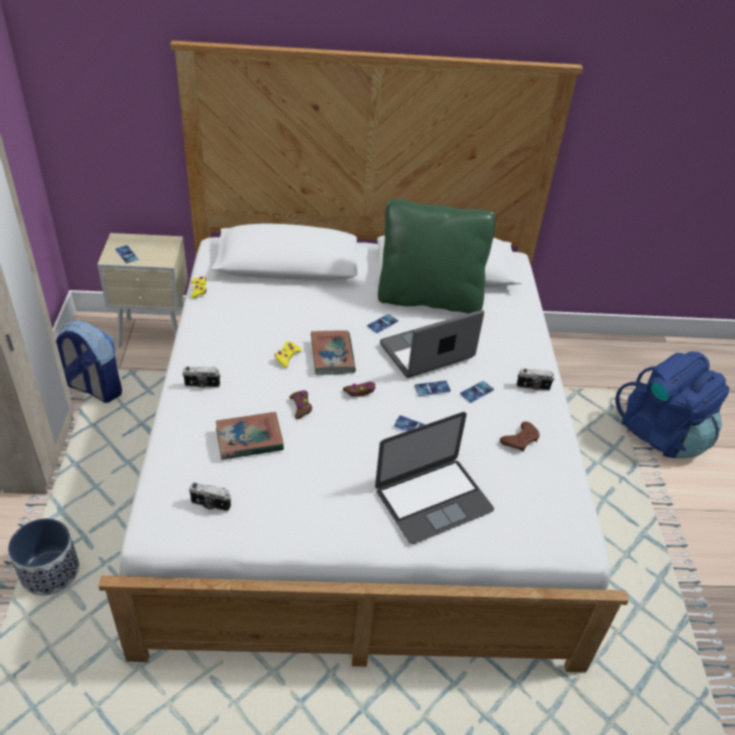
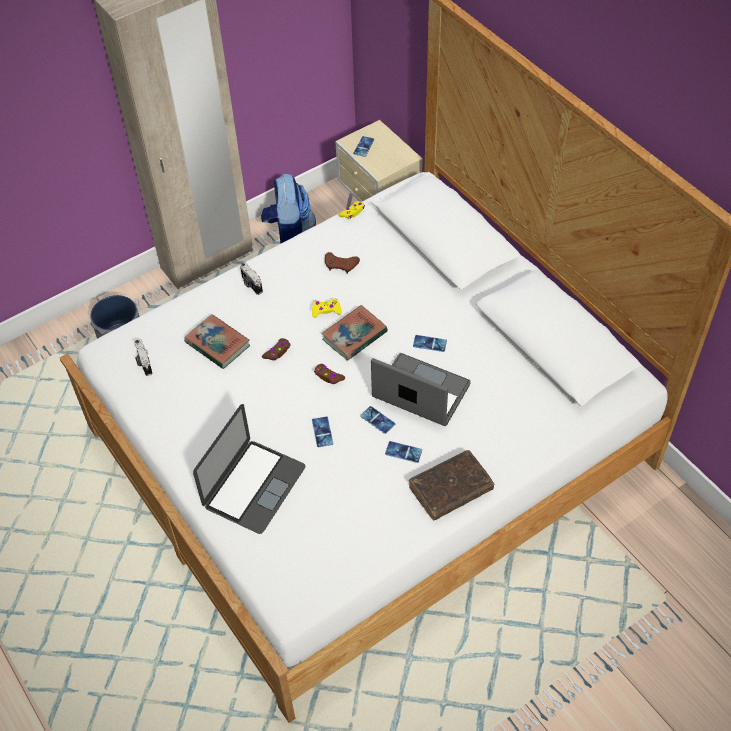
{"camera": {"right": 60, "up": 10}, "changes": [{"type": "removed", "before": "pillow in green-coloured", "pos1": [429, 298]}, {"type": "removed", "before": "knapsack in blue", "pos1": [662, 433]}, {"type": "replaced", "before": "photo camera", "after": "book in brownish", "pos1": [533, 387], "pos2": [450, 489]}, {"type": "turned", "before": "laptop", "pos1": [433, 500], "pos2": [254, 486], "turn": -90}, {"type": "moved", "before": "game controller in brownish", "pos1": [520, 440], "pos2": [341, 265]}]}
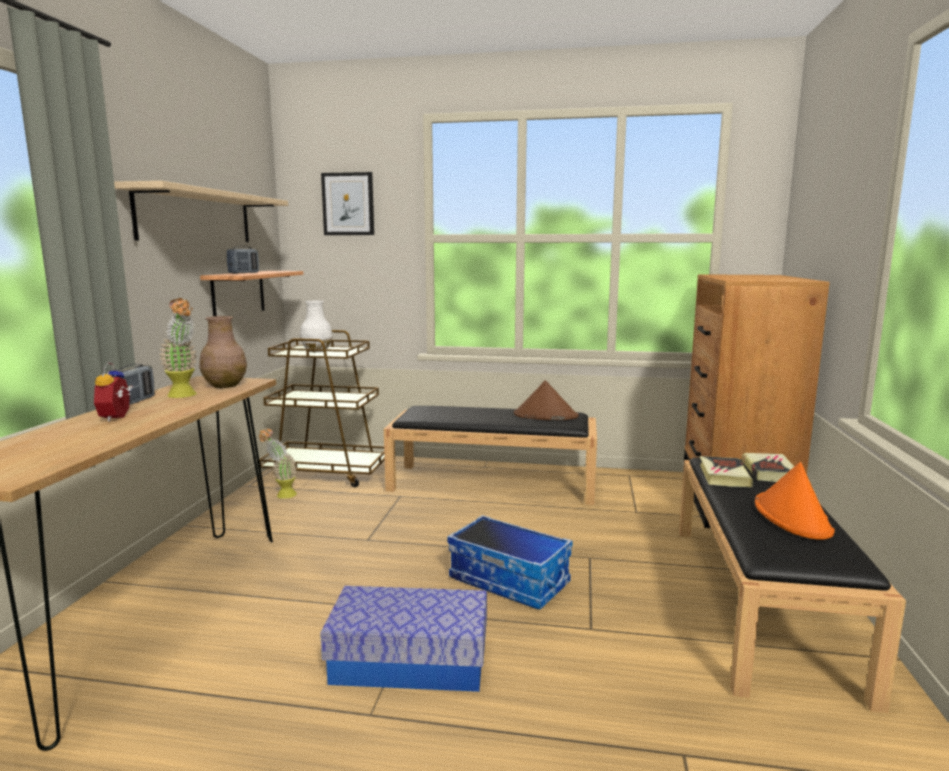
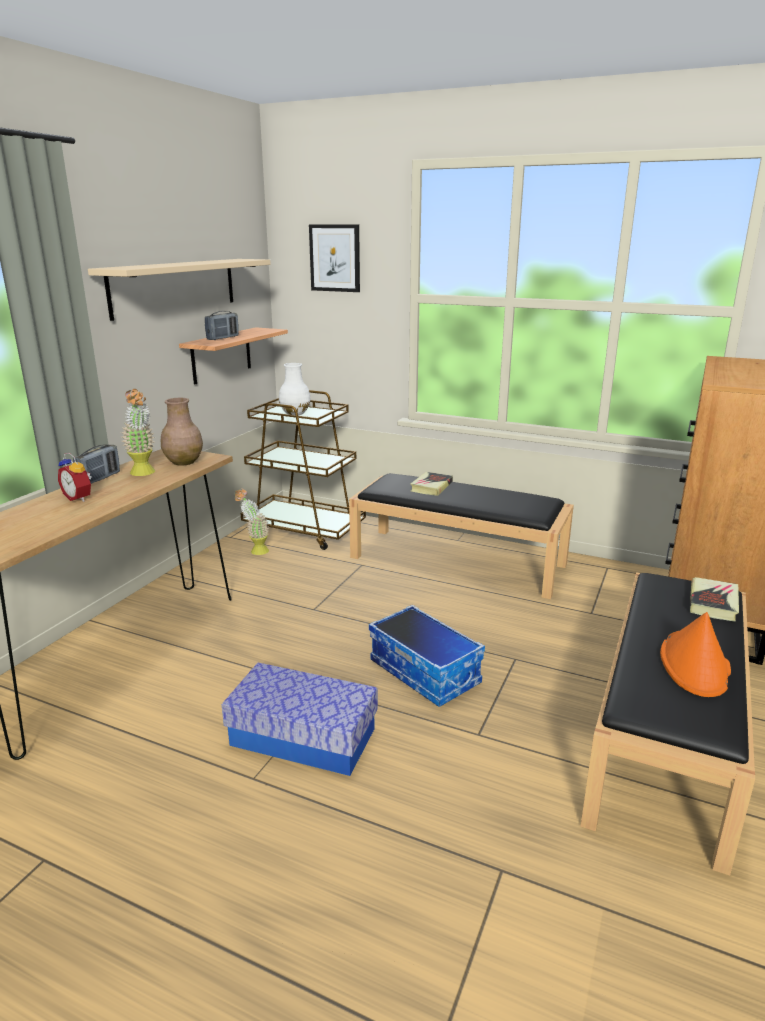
{"camera": {"right": 15, "up": 10}, "changes": [{"type": "turned", "before": "alarm clock", "pos1": [118, 417], "pos2": [79, 498], "turn": -60}, {"type": "removed", "before": "hat in brownish", "pos1": [545, 415]}, {"type": "moved", "before": "book", "pos1": [723, 476], "pos2": [431, 487]}]}
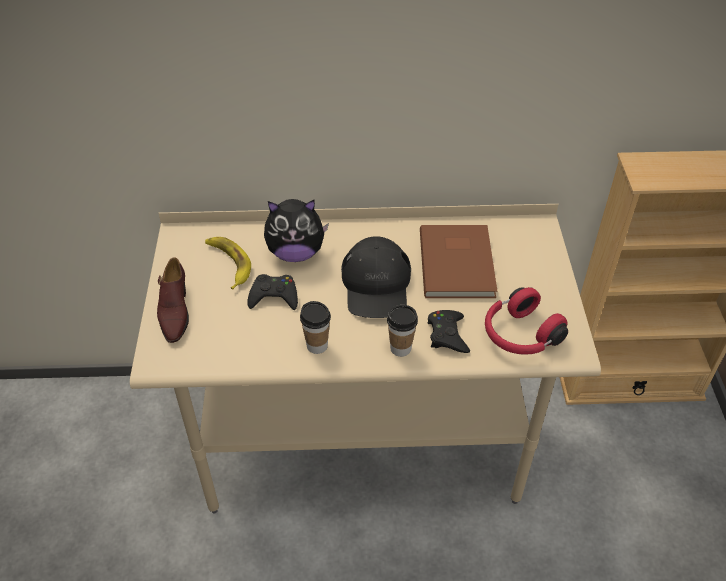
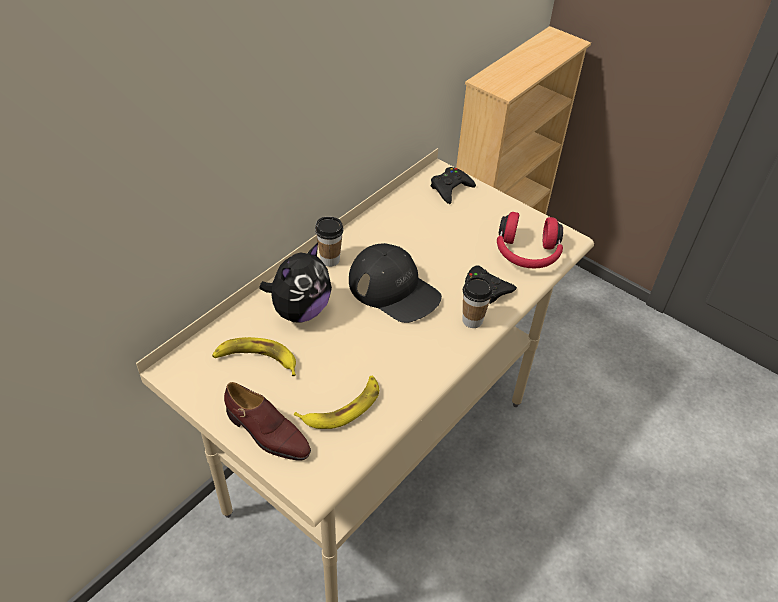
{"camera": {"right": -50, "up": 0}, "changes": [{"type": "removed", "before": "book in brownish", "pos1": [459, 262]}, {"type": "moved", "before": "game controller in black", "pos1": [274, 296], "pos2": [450, 188]}, {"type": "moved", "before": "drinking cup", "pos1": [317, 345], "pos2": [330, 260]}, {"type": "added", "after": "banana", "pos2": [342, 407]}]}
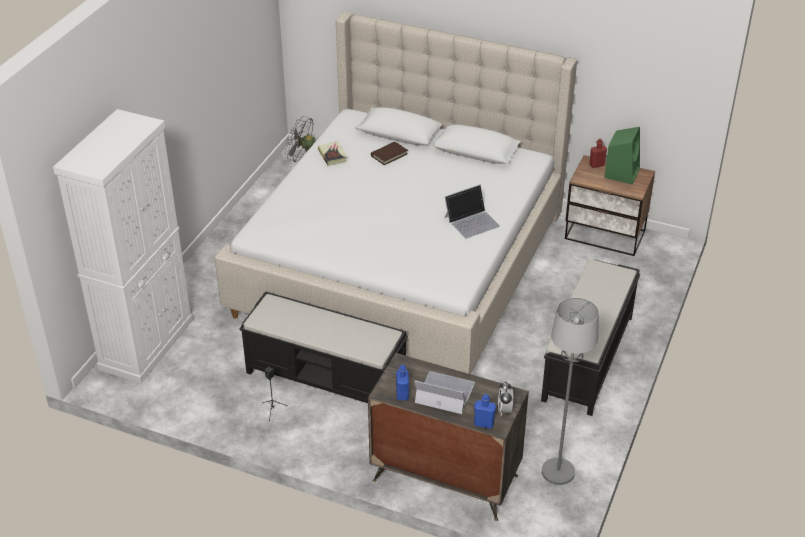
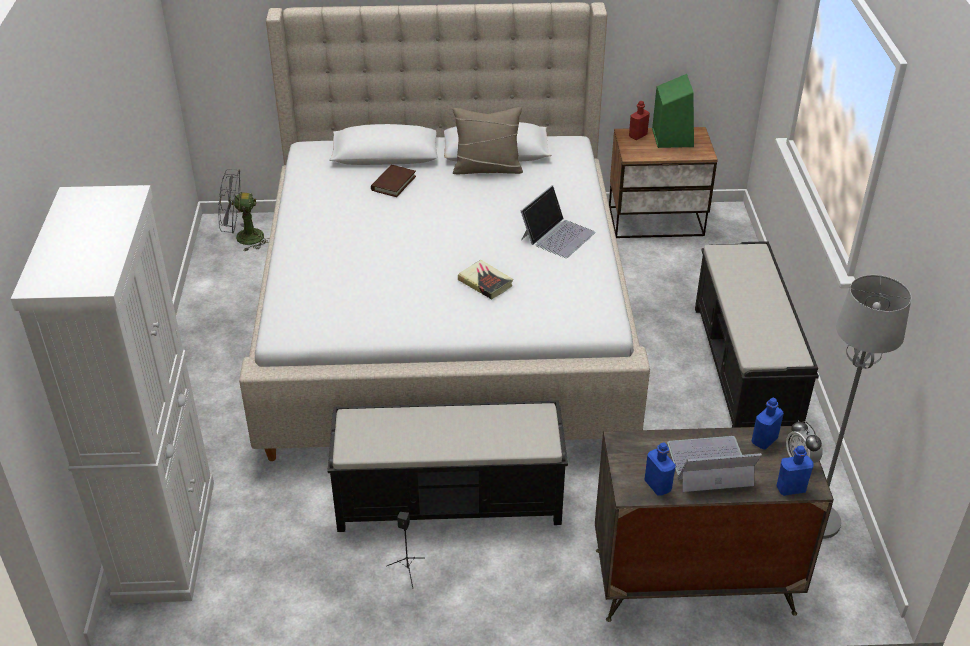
{"camera": {"right": -25, "up": 0}, "changes": [{"type": "moved", "before": "book", "pos1": [332, 155], "pos2": [485, 283]}, {"type": "added", "after": "pillow in sand-coloured", "pos2": [487, 168]}, {"type": "added", "after": "bottle in blue", "pos2": [764, 440]}]}
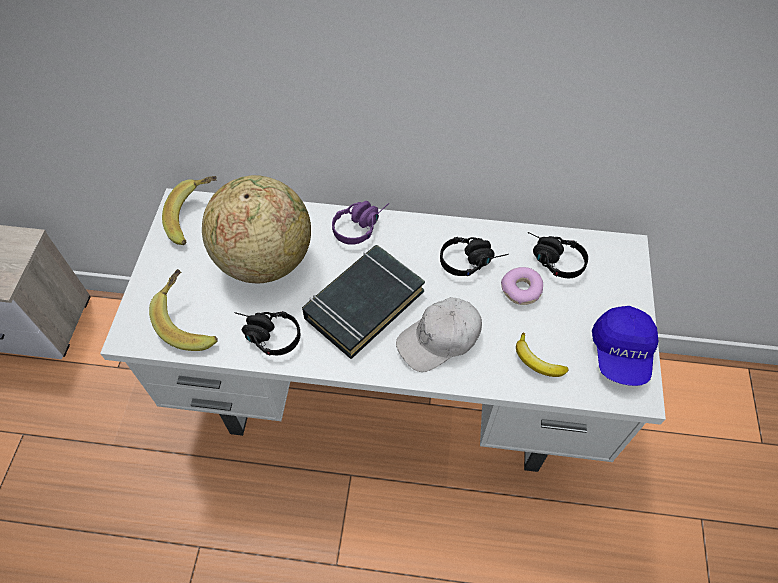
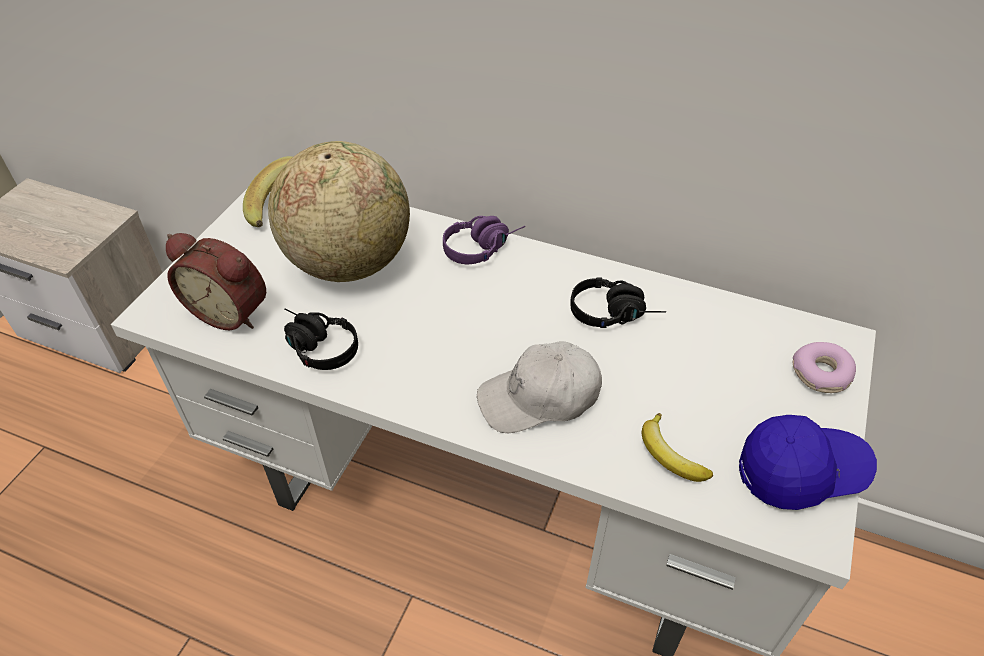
{"camera": {"right": 15, "up": -10}, "changes": [{"type": "removed", "before": "headphones in black", "pos1": [551, 259]}, {"type": "removed", "before": "book in black", "pos1": [363, 304]}, {"type": "moved", "before": "doughnut", "pos1": [521, 290], "pos2": [821, 374]}, {"type": "replaced", "before": "banana", "after": "alarm clock", "pos1": [190, 321], "pos2": [231, 311]}, {"type": "turned", "before": "cap in blue", "pos1": [621, 353], "pos2": [800, 472], "turn": -120}]}
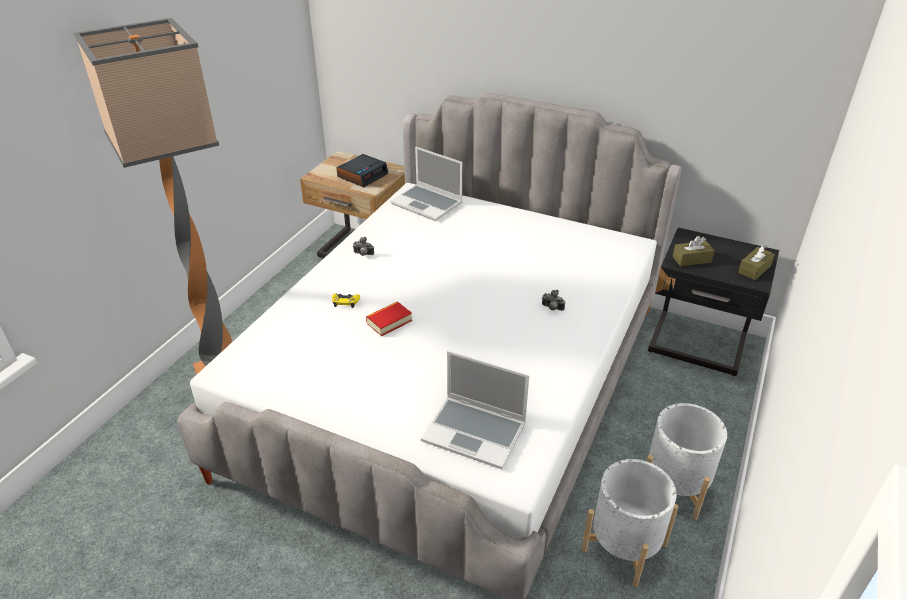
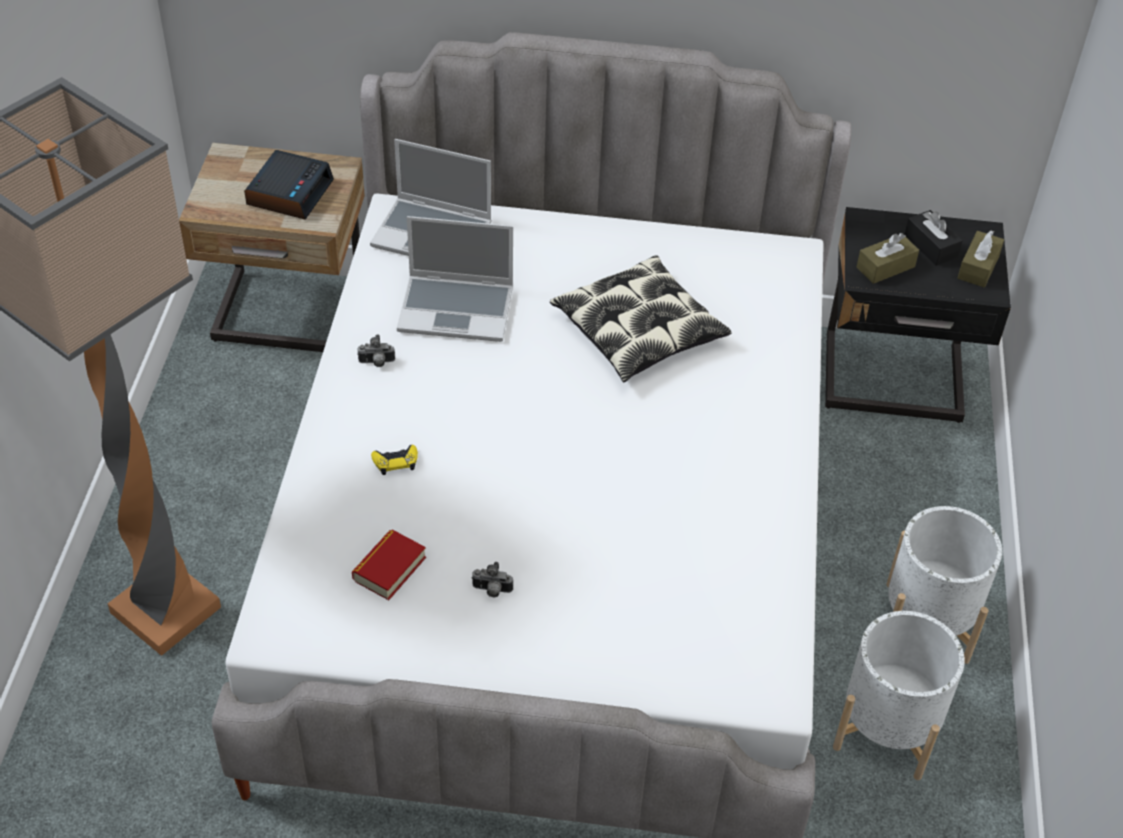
{"camera": {"right": -20, "up": 10}, "changes": [{"type": "moved", "before": "photo camera", "pos1": [552, 308], "pos2": [492, 591]}, {"type": "moved", "before": "book", "pos1": [389, 322], "pos2": [389, 569]}, {"type": "moved", "before": "laptop", "pos1": [476, 432], "pos2": [457, 309]}, {"type": "added", "after": "box of tissues in black", "pos2": [930, 246]}, {"type": "added", "after": "pillow", "pos2": [639, 331]}]}
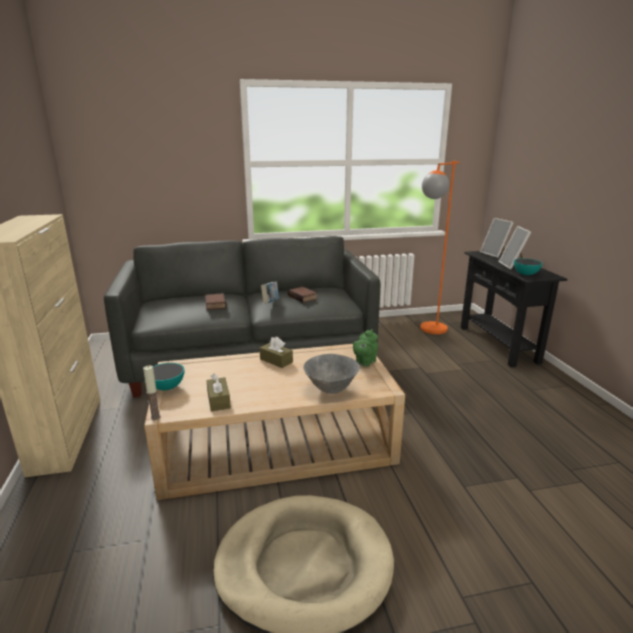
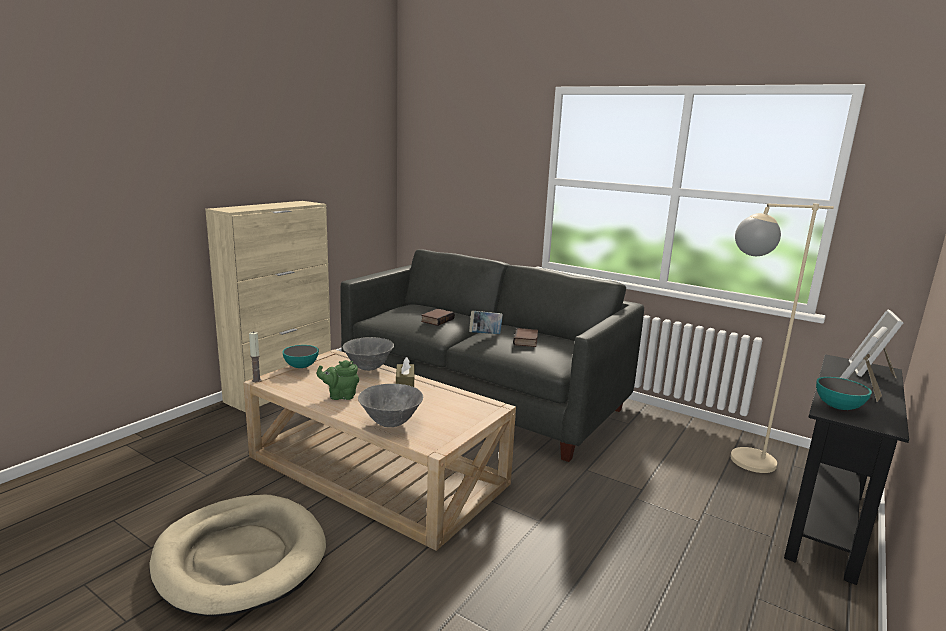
{"camera": {"right": 45, "up": -5}, "changes": [{"type": "recoloured", "before": "standing lamp in orangey", "after": "standing lamp in sand-coloured", "pos1": [428, 331], "pos2": [737, 461]}, {"type": "moved", "before": "tea pot in green-coloured", "pos1": [364, 362], "pos2": [340, 396]}, {"type": "removed", "before": "box of tissues in brownish", "pos1": [218, 400]}, {"type": "added", "after": "serving bowl in grey", "pos2": [368, 368]}]}
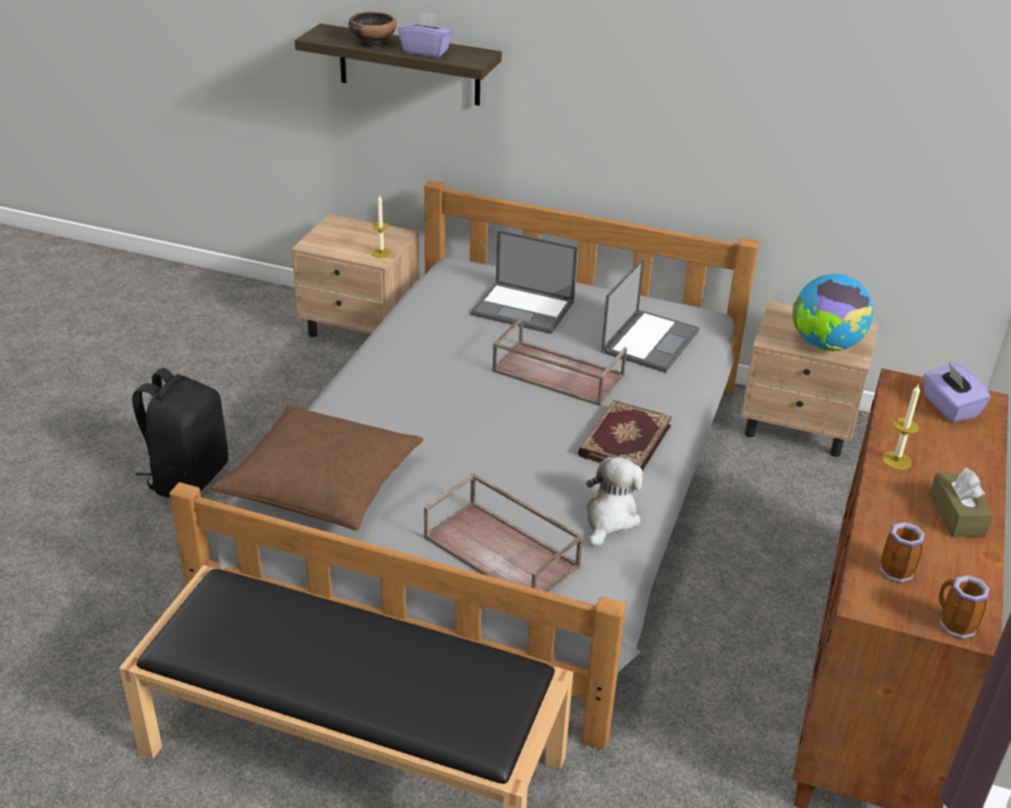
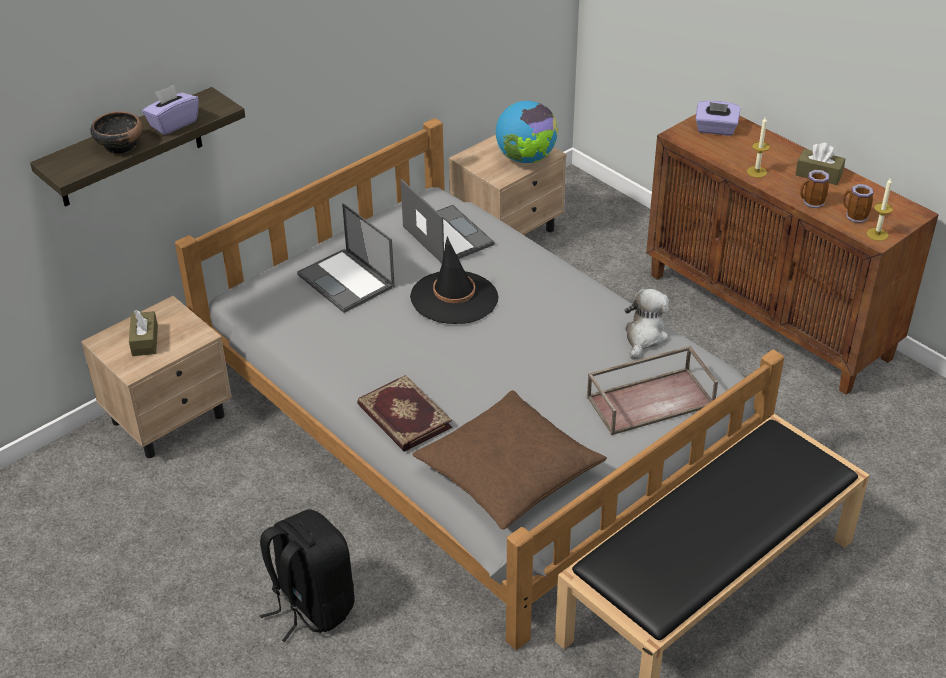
{"camera": {"right": -60, "up": 5}, "changes": [{"type": "moved", "before": "candle", "pos1": [381, 253], "pos2": [877, 234]}, {"type": "turned", "before": "laptop", "pos1": [524, 308], "pos2": [347, 281], "turn": 90}, {"type": "replaced", "before": "tray in brownish", "after": "hat in black", "pos1": [556, 374], "pos2": [454, 298]}, {"type": "moved", "before": "book", "pos1": [623, 440], "pos2": [403, 417]}, {"type": "turned", "before": "plush toy", "pos1": [610, 518], "pos2": [644, 337], "turn": 60}, {"type": "moved", "before": "coffee mug", "pos1": [953, 625], "pos2": [812, 203]}, {"type": "added", "after": "box of tissues in brownish", "pos2": [145, 341]}]}
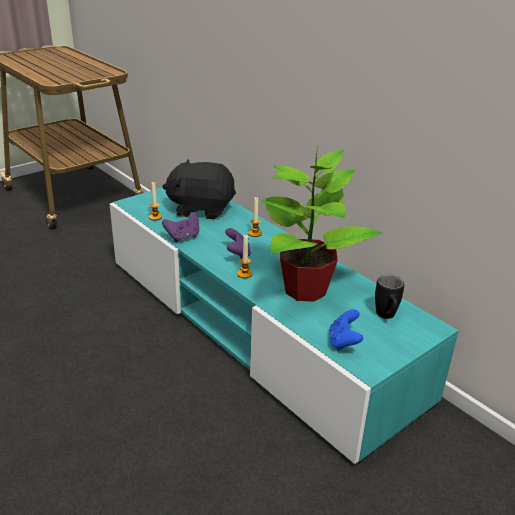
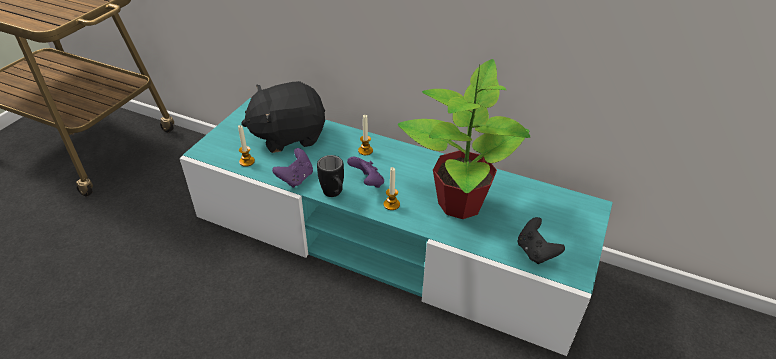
{"camera": {"right": -25, "up": 10}, "changes": [{"type": "moved", "before": "coffee mug in black", "pos1": [386, 317], "pos2": [334, 195]}, {"type": "recoloured", "before": "game controller in blue", "after": "game controller in black", "pos1": [343, 342], "pos2": [535, 252]}]}
